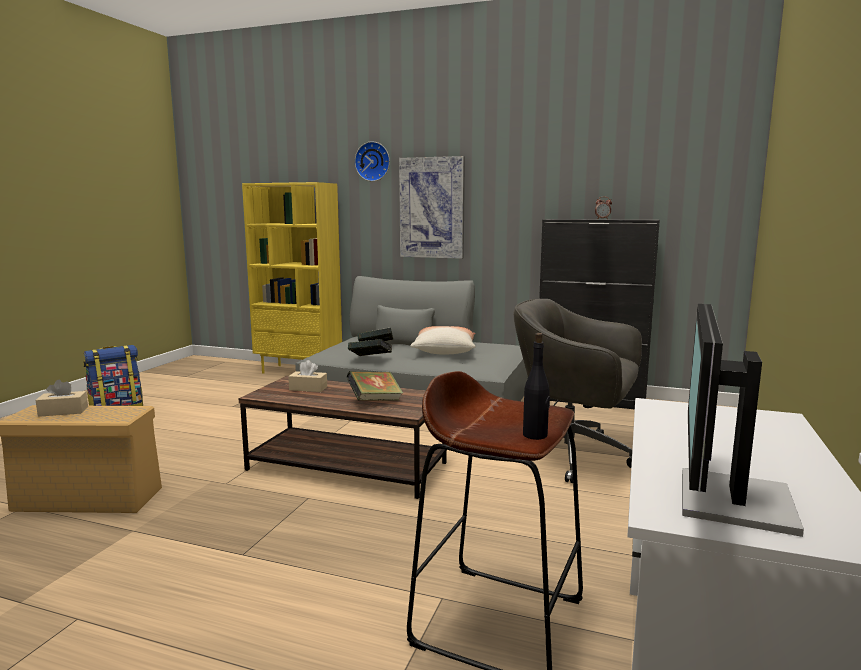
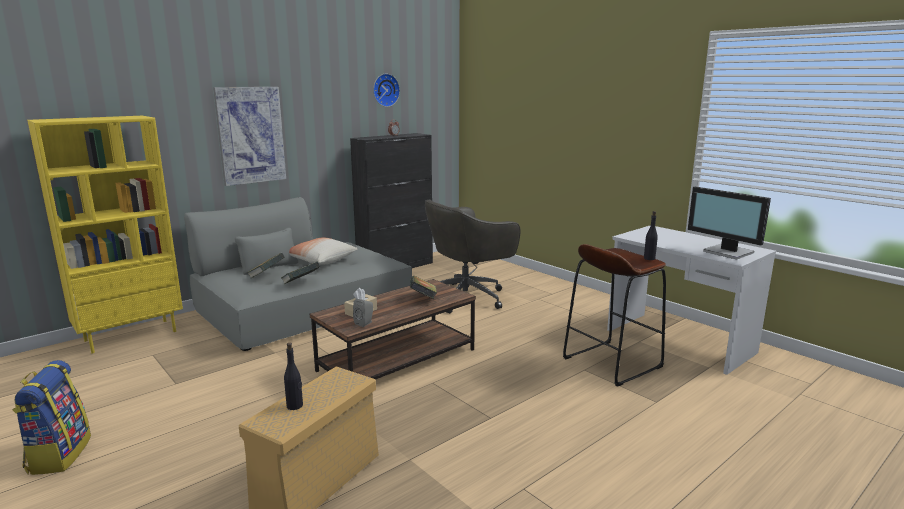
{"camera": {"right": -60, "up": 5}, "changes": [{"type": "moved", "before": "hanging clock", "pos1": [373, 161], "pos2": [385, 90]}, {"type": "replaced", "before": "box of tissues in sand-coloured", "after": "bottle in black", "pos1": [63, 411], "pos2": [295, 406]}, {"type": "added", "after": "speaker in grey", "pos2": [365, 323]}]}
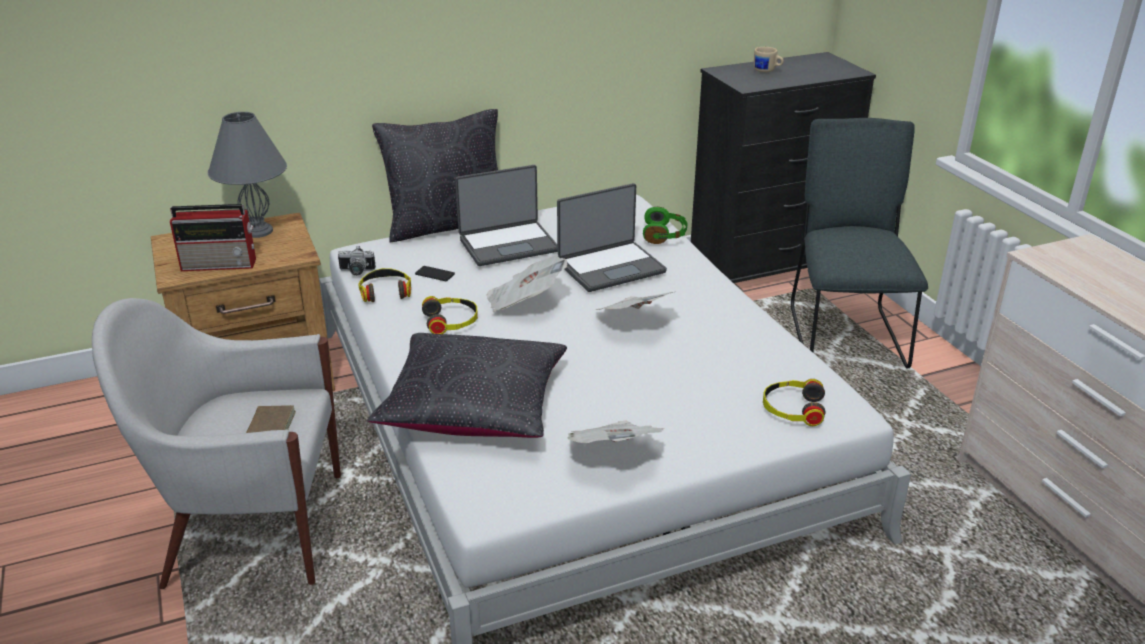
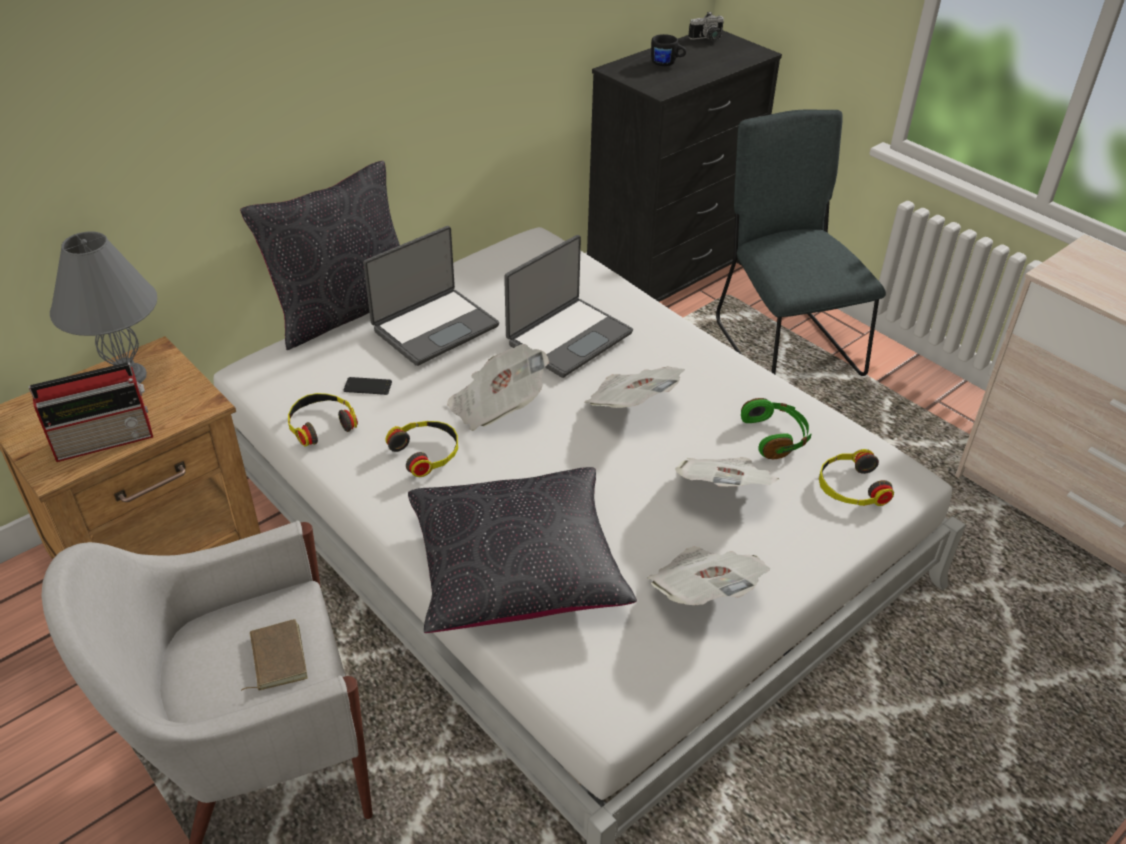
{"camera": {"right": -20, "up": 10}, "changes": [{"type": "recoloured", "before": "coffee mug in sand-coloured", "after": "coffee mug in black", "pos1": [767, 71], "pos2": [667, 63]}, {"type": "moved", "before": "headphones in green-coloured", "pos1": [664, 234], "pos2": [775, 437]}, {"type": "moved", "before": "photo camera", "pos1": [356, 272], "pos2": [708, 39]}, {"type": "added", "after": "newspaper", "pos2": [724, 491]}]}
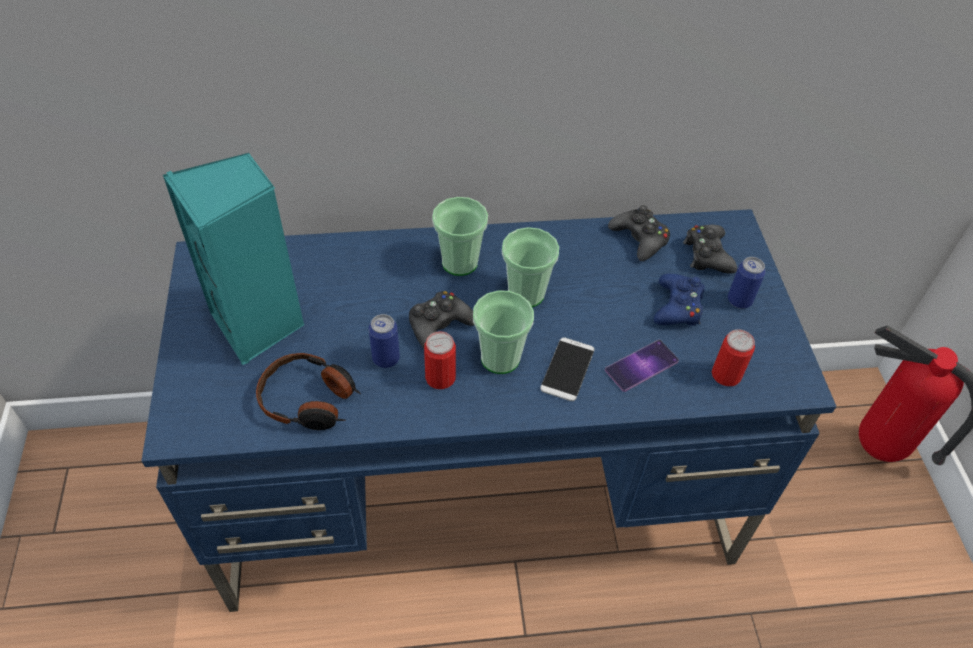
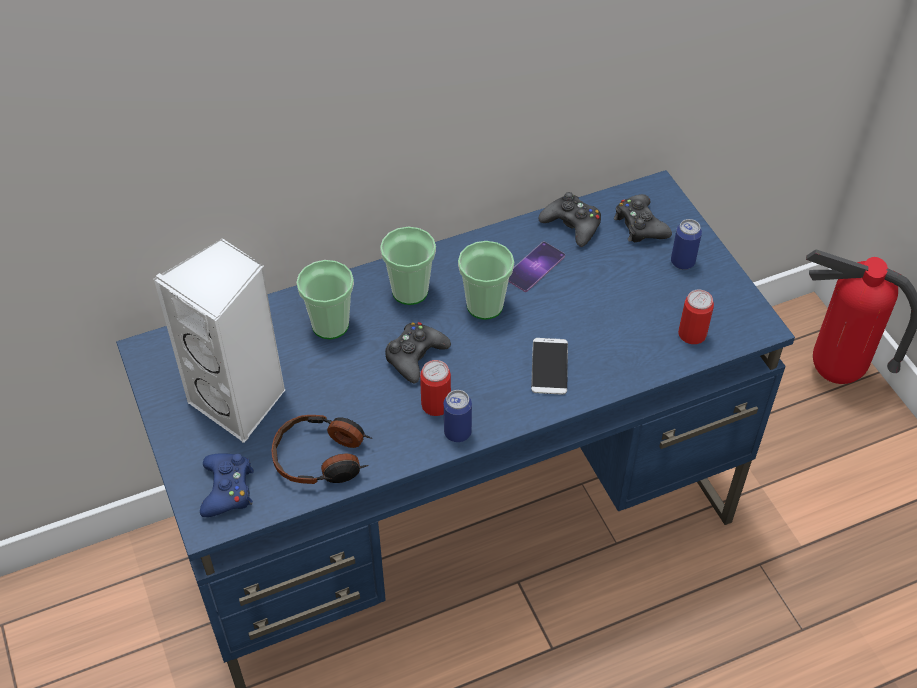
{"camera": {"right": -15, "up": 0}, "changes": [{"type": "recoloured", "before": "speaker in turquoise-coloured", "after": "speaker in whitish", "pos1": [259, 325], "pos2": [241, 401]}, {"type": "moved", "before": "game controller in blue", "pos1": [678, 307], "pos2": [228, 489]}, {"type": "moved", "before": "drinking cup", "pos1": [500, 358], "pos2": [330, 325]}, {"type": "moved", "before": "can", "pos1": [386, 358], "pos2": [457, 433]}, {"type": "moved", "before": "handset", "pos1": [641, 365], "pos2": [534, 267]}]}
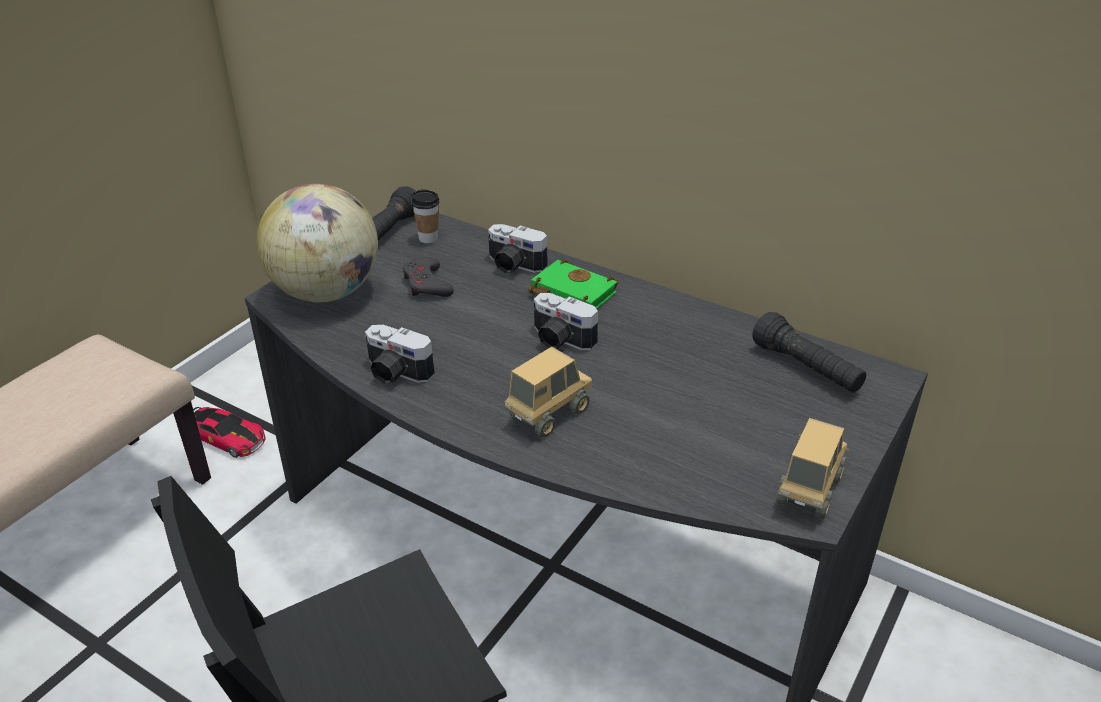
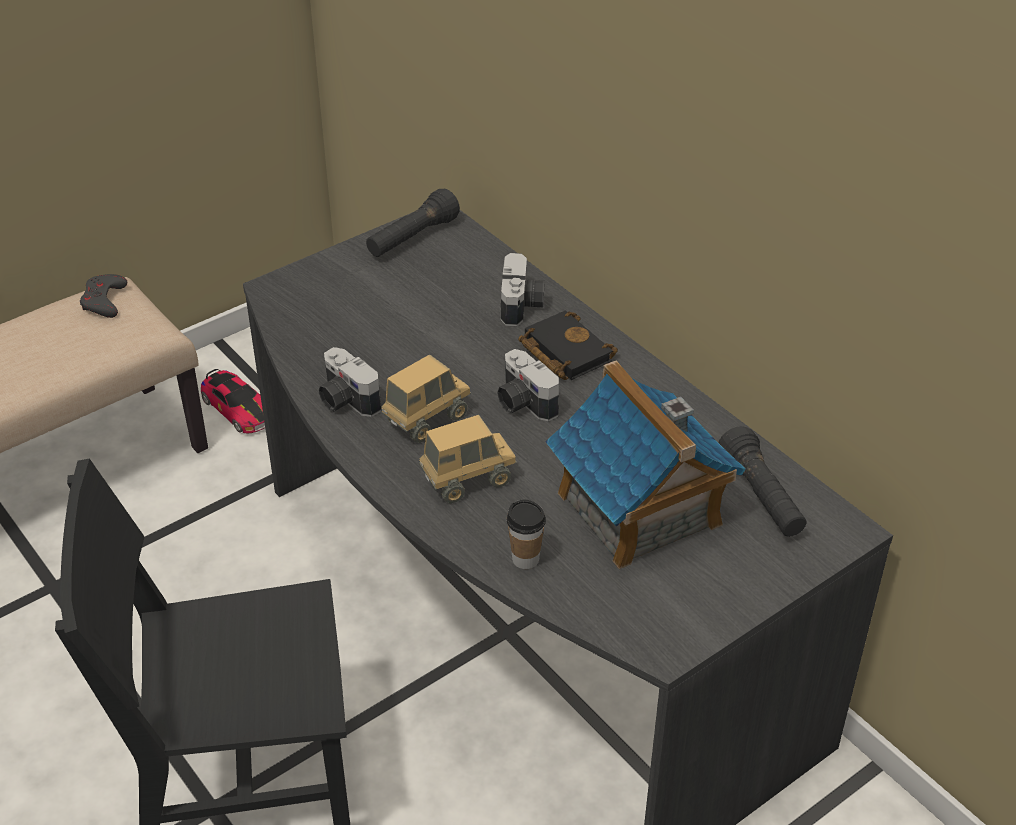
{"camera": {"right": 20, "up": 5}, "changes": [{"type": "removed", "before": "desk globe", "pos1": [326, 292]}, {"type": "moved", "before": "drinking cup", "pos1": [428, 238], "pos2": [525, 559]}, {"type": "turned", "before": "photo camera", "pos1": [513, 266], "pos2": [522, 305], "turn": -135}, {"type": "moved", "before": "game controller in grey", "pos1": [427, 284], "pos2": [104, 301]}, {"type": "recoloured", "before": "book in green-coloured", "after": "book in black", "pos1": [570, 293], "pos2": [563, 351]}, {"type": "moved", "before": "toy lorry", "pos1": [808, 491], "pos2": [427, 420]}, {"type": "added", "after": "model house", "pos2": [639, 510]}]}
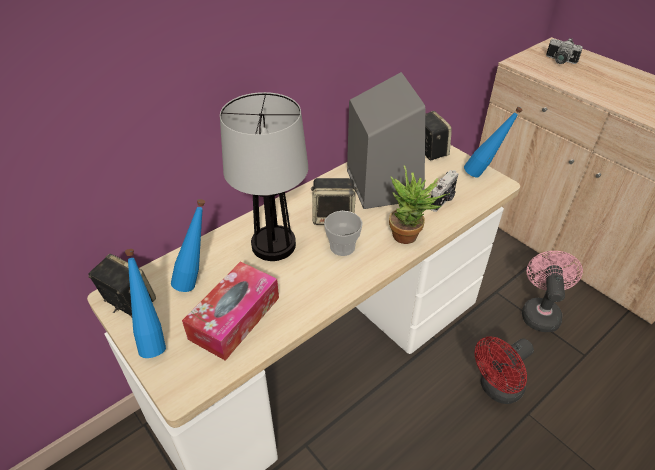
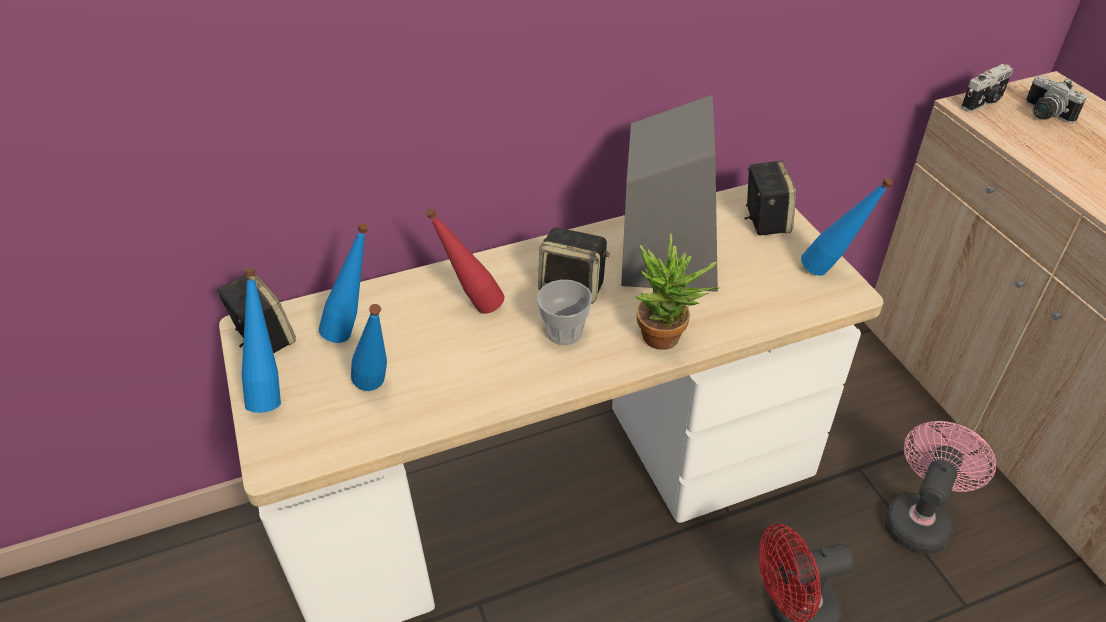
{"camera": {"right": 20, "up": 0}, "changes": [{"type": "replaced", "before": "table lamp", "after": "bottle in red-coloured", "pos1": [272, 245], "pos2": [472, 308]}, {"type": "moved", "before": "photo camera", "pos1": [443, 200], "pos2": [983, 103]}, {"type": "replaced", "before": "box of tissues", "after": "bottle in blue", "pos1": [235, 318], "pos2": [379, 391]}]}
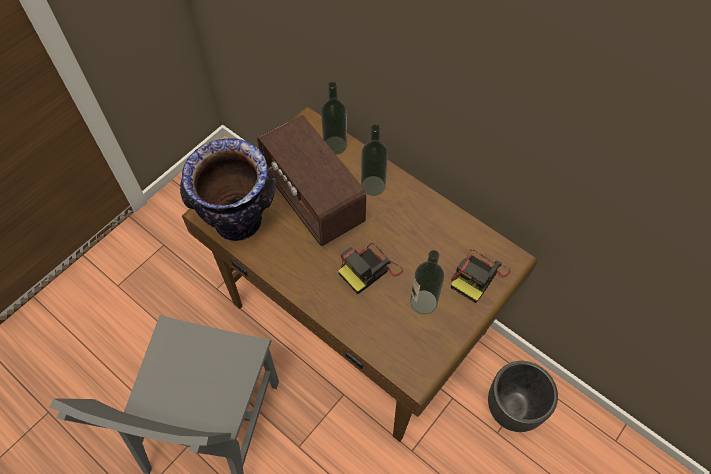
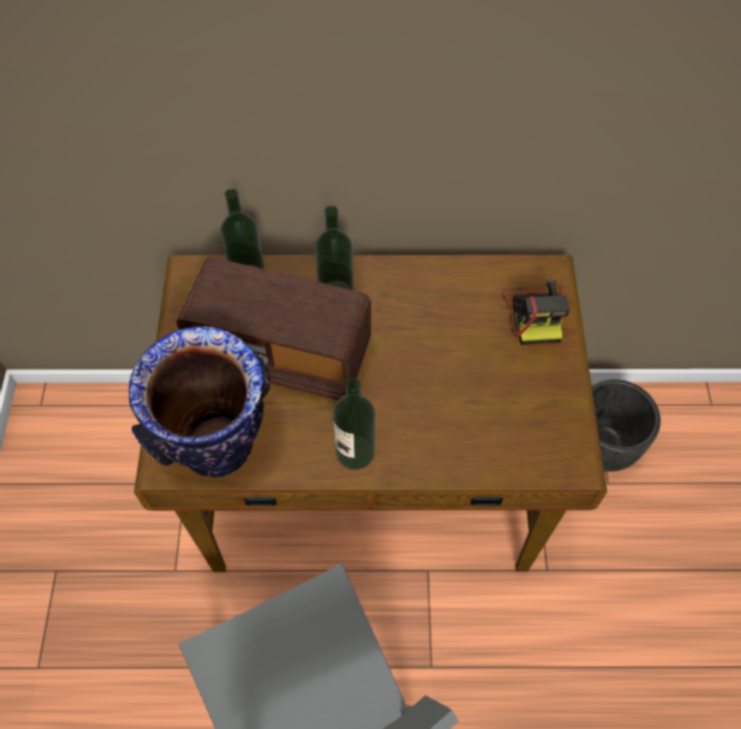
{"camera": {"right": -40, "up": 0}, "changes": [{"type": "removed", "before": "photo camera", "pos1": [369, 269]}, {"type": "moved", "before": "bottle", "pos1": [423, 302], "pos2": [355, 452]}]}
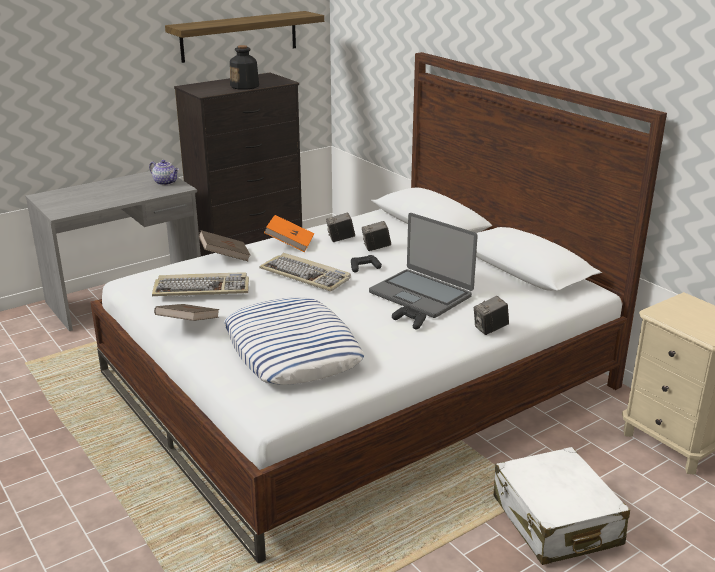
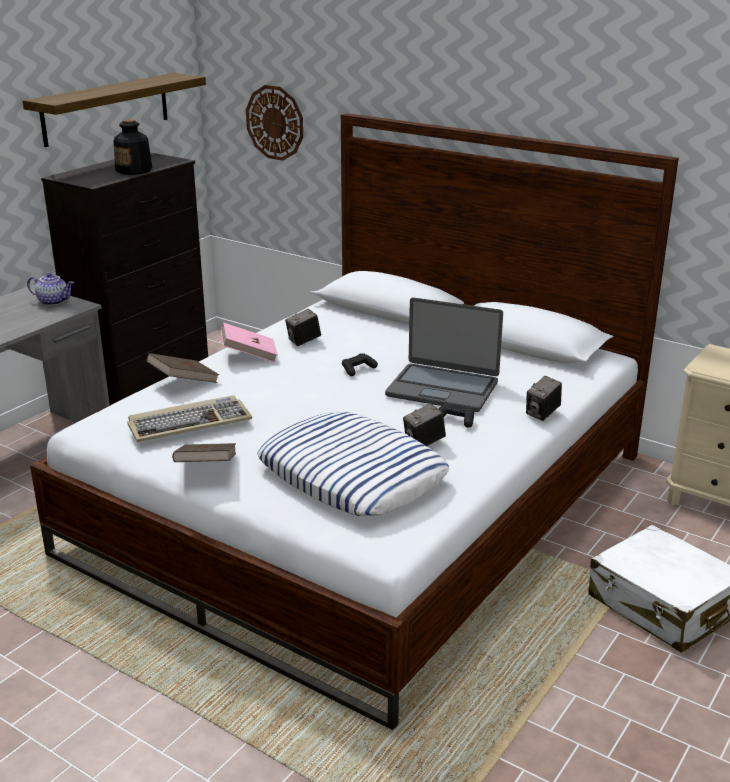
{"camera": {"right": -20, "up": 0}, "changes": [{"type": "recoloured", "before": "book in orangey", "after": "book in pink", "pos1": [290, 244], "pos2": [249, 355]}, {"type": "moved", "before": "photo camera", "pos1": [376, 248], "pos2": [424, 443]}, {"type": "removed", "before": "keyboard", "pos1": [306, 275]}, {"type": "added", "after": "hanging clock", "pos2": [275, 122]}]}
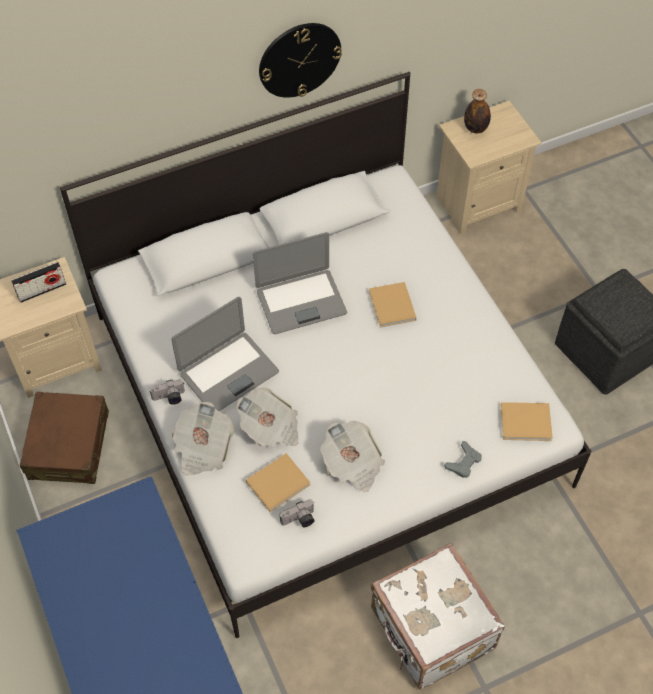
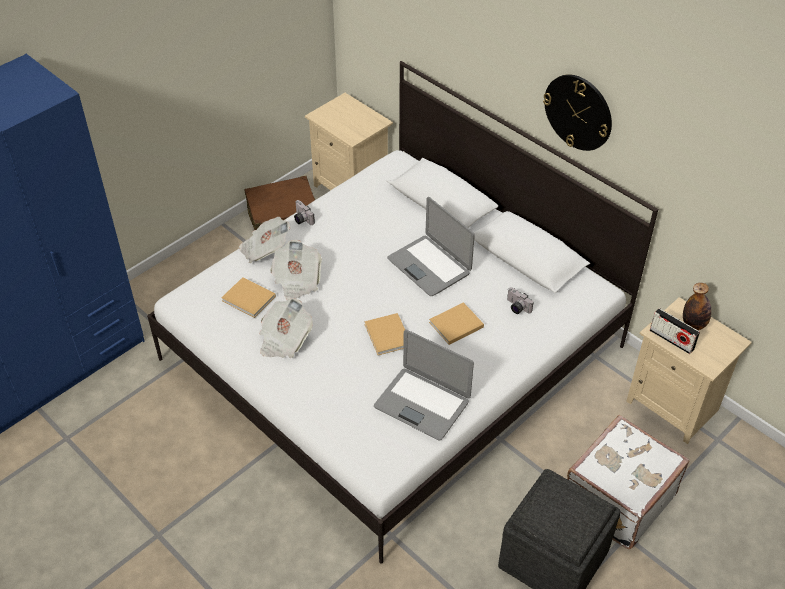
{"camera": {"right": 70, "up": -10}, "changes": [{"type": "moved", "before": "radio receiver", "pos1": [42, 290], "pos2": [671, 339]}, {"type": "moved", "before": "laptop", "pos1": [228, 372], "pos2": [422, 403]}, {"type": "moved", "before": "book in sand-coloured", "pos1": [527, 422], "pos2": [388, 336]}, {"type": "removed", "before": "game controller in grey", "pos1": [463, 462]}, {"type": "moved", "before": "photo camera", "pos1": [299, 520], "pos2": [516, 307]}, {"type": "moved", "before": "piece of luggage in whitish", "pos1": [430, 631], "pos2": [616, 498]}]}
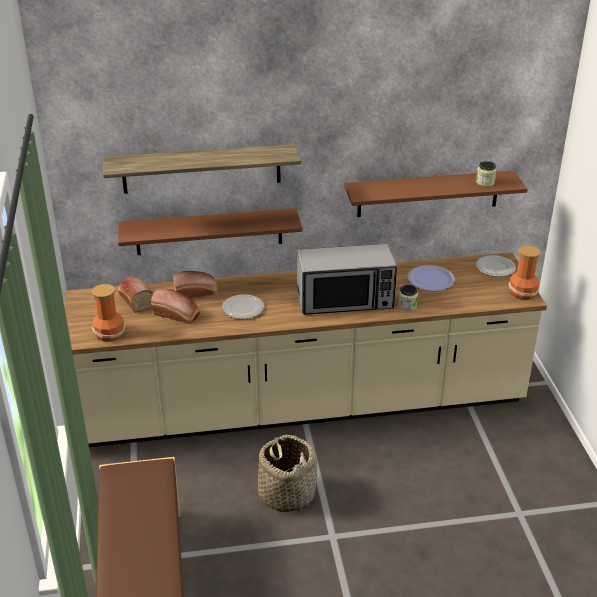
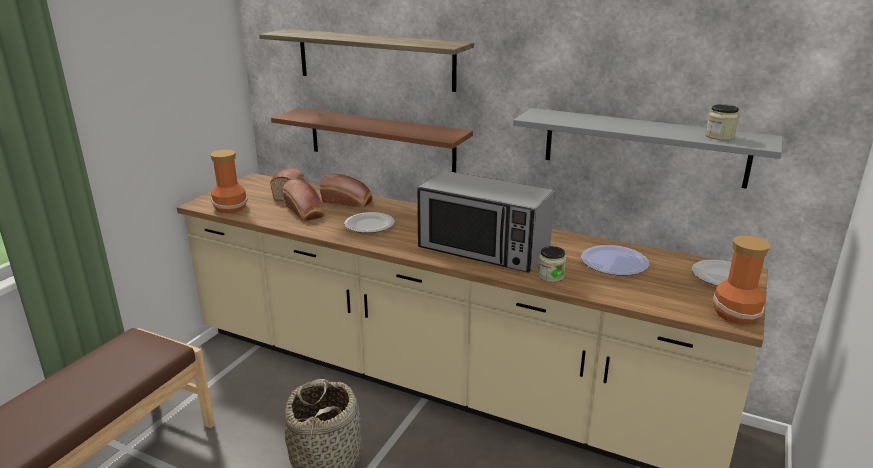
{"camera": {"right": 35, "up": -10}, "changes": [{"type": "recoloured", "before": "shelf in brownish", "after": "shelf in grey", "pos1": [428, 194], "pos2": [643, 147]}]}
